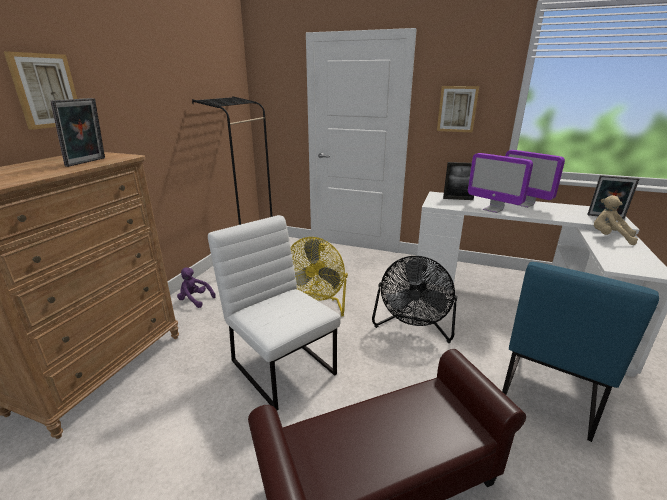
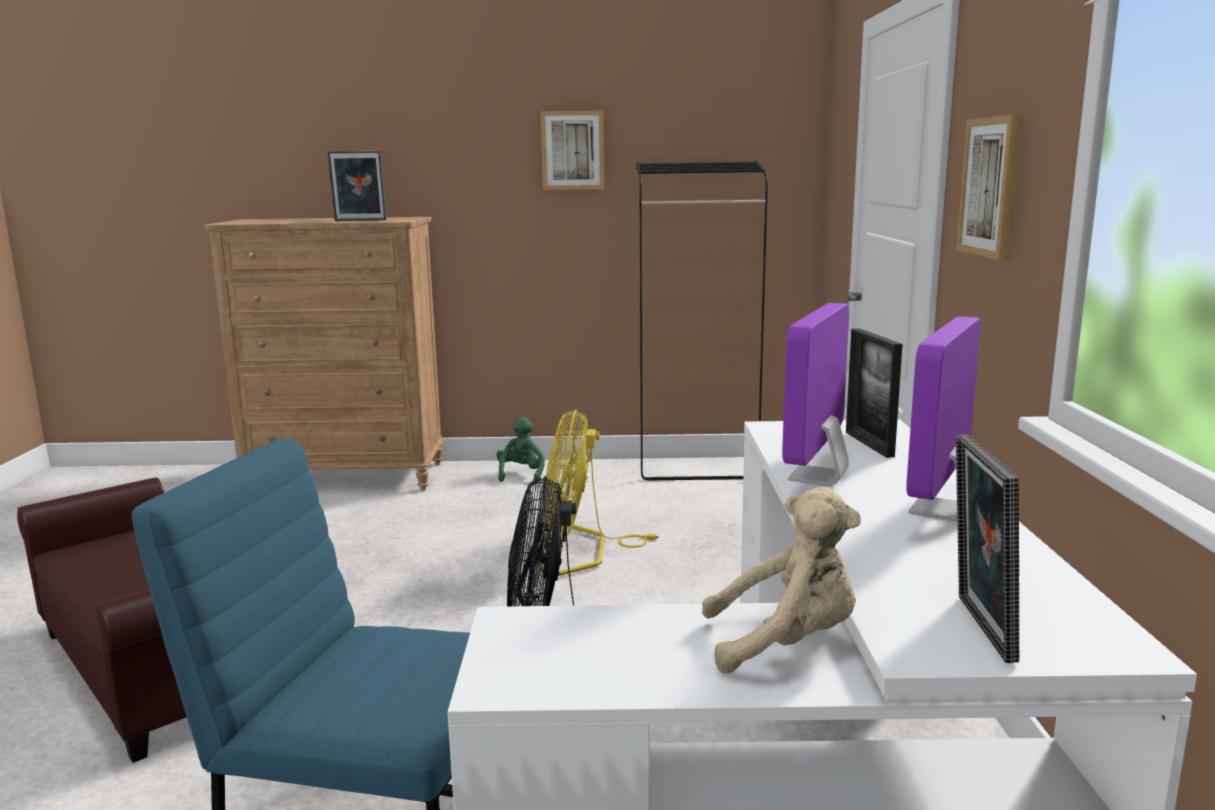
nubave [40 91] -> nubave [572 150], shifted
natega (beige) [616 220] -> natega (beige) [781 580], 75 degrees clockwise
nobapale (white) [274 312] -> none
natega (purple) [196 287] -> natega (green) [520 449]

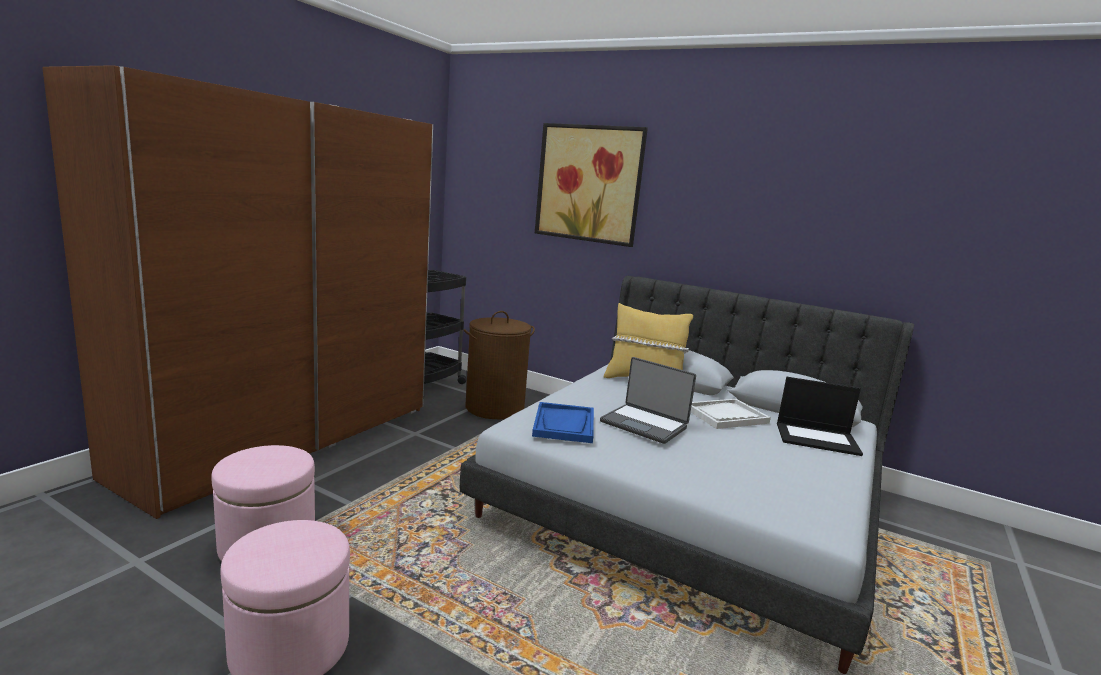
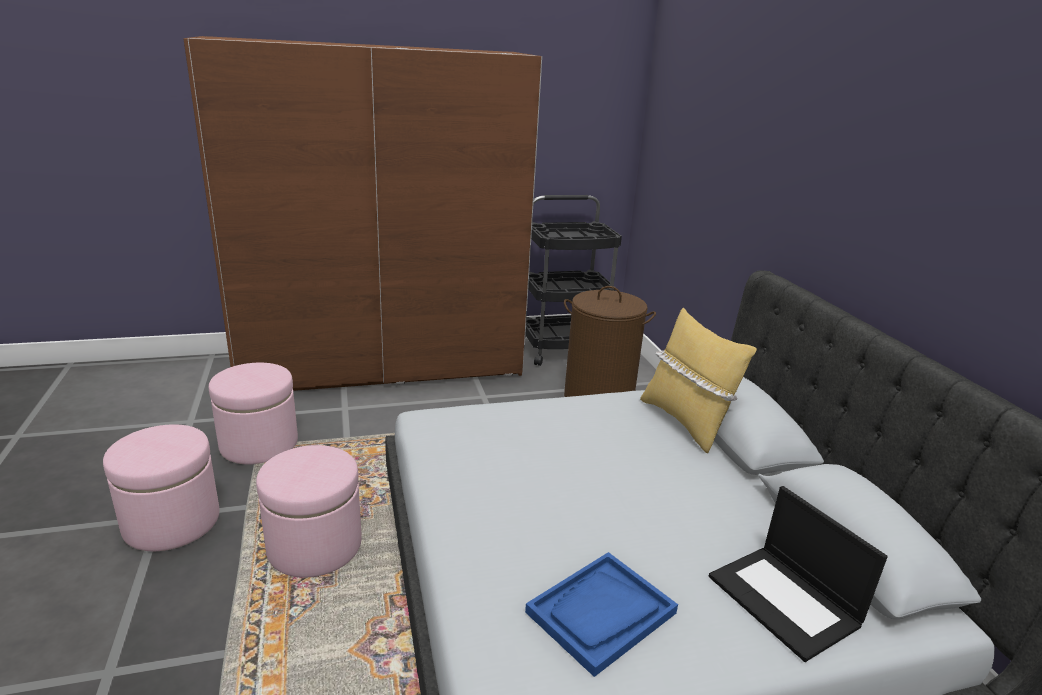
nubave [591 185] -> none
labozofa [648 400] -> none
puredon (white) [731 414] -> none
puredon (blue) [563 422] -> puredon (blue) [601 614], shifted
none -> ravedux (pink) [309 511]

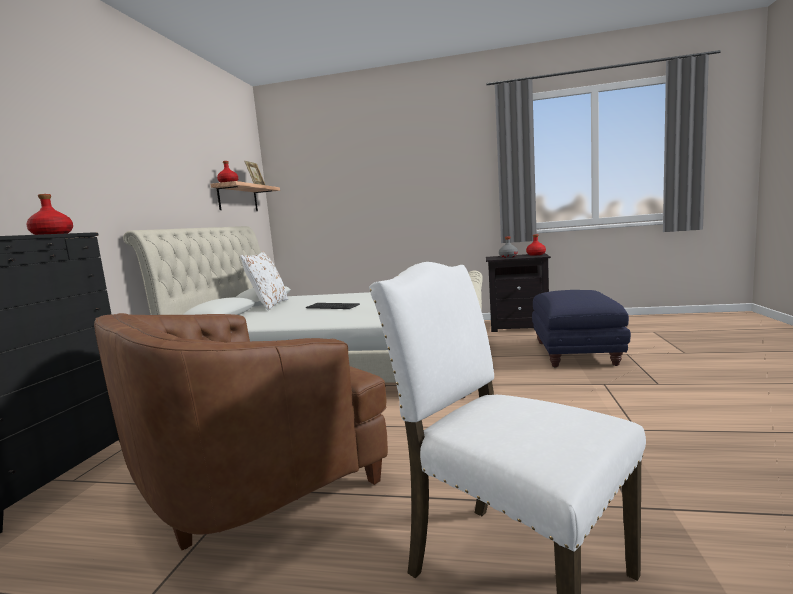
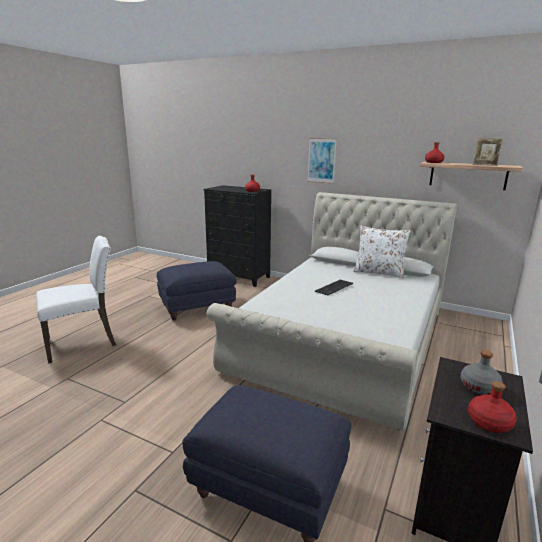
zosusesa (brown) [241 431] -> ravedux (blue) [196 290]
none -> nubave [322 161]

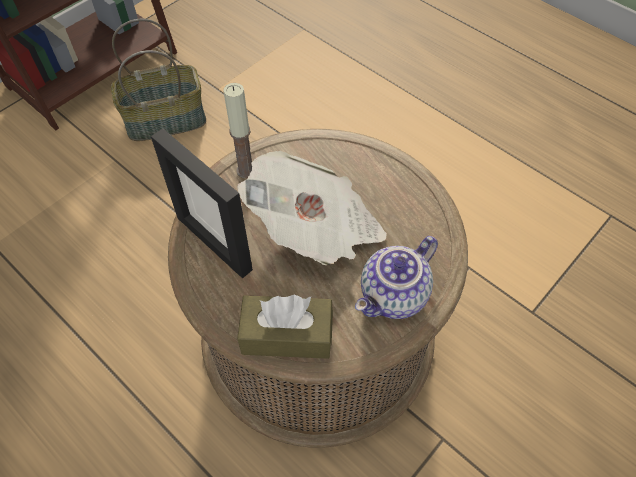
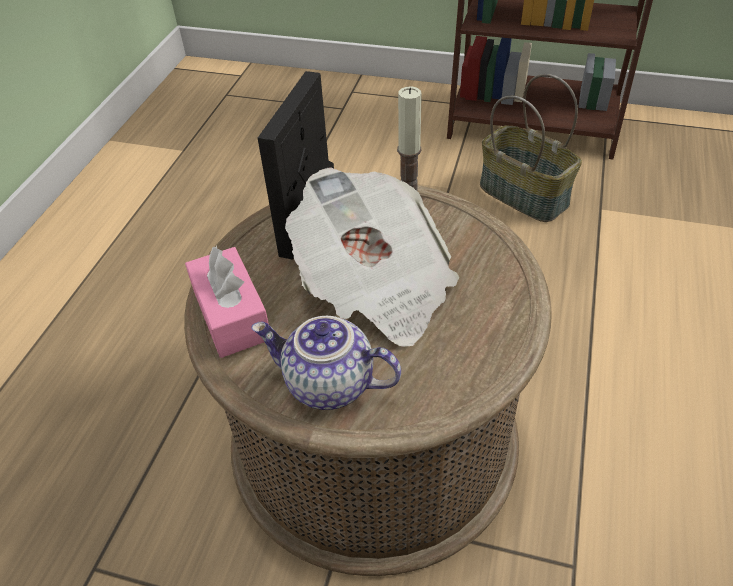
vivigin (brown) [285 327] -> vivigin (pink) [227 302]

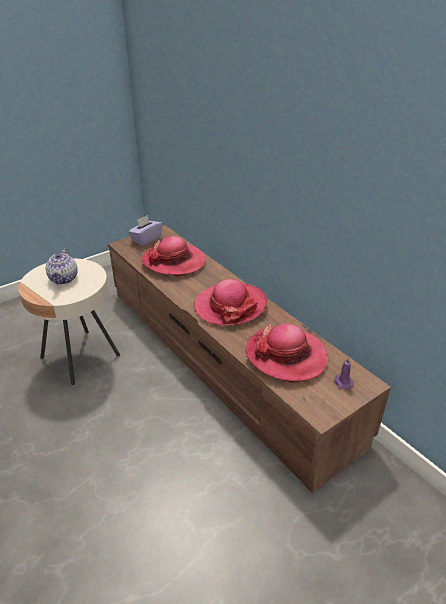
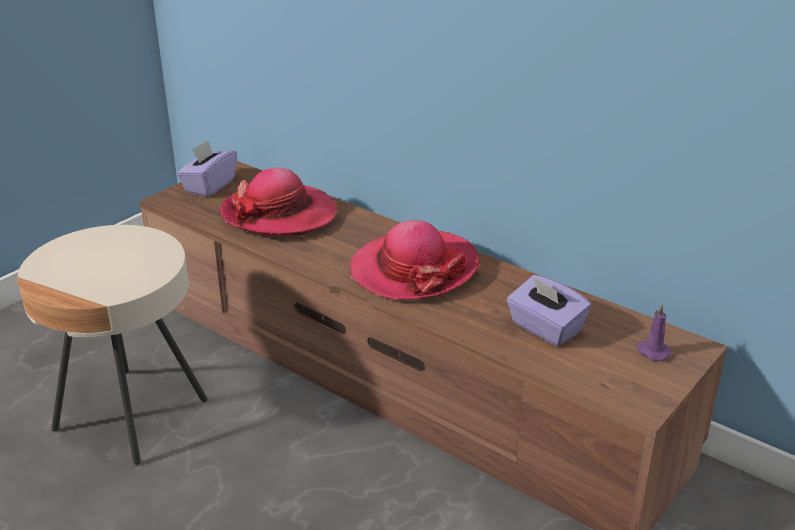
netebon [62 266] -> none
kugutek [287 353] -> vivigin (purple) [549 310]

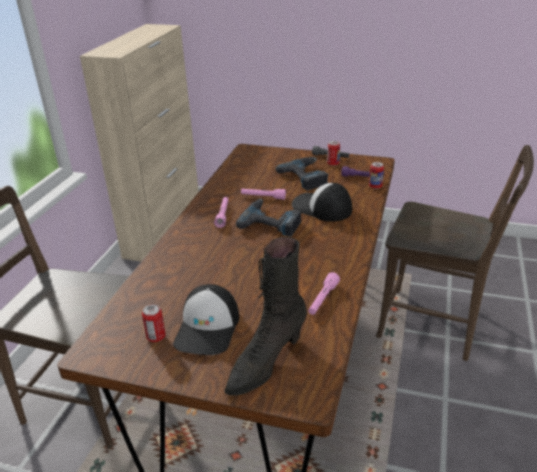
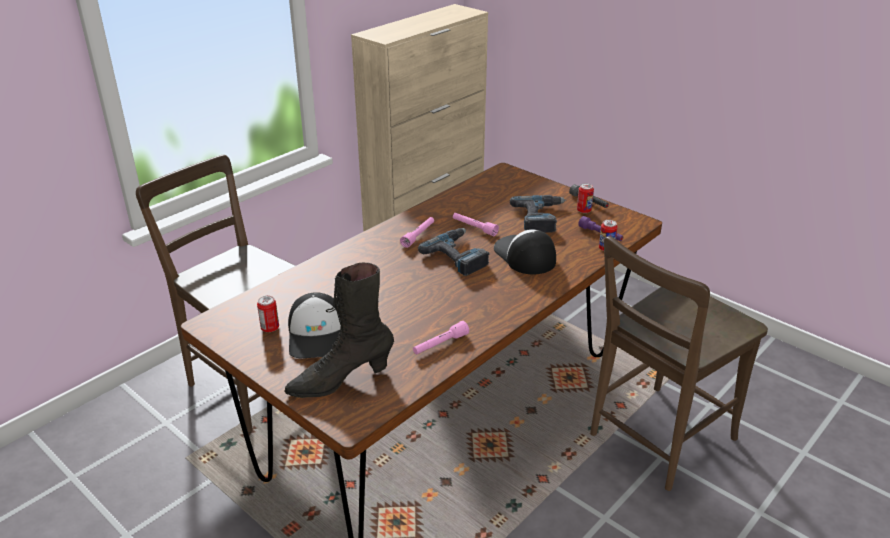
nobapale (brown) [455 253] -> nobapale (brown) [679 363], 90 degrees clockwise
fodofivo [206 319] -> fodofivo [314 325], 45 degrees counterclockwise

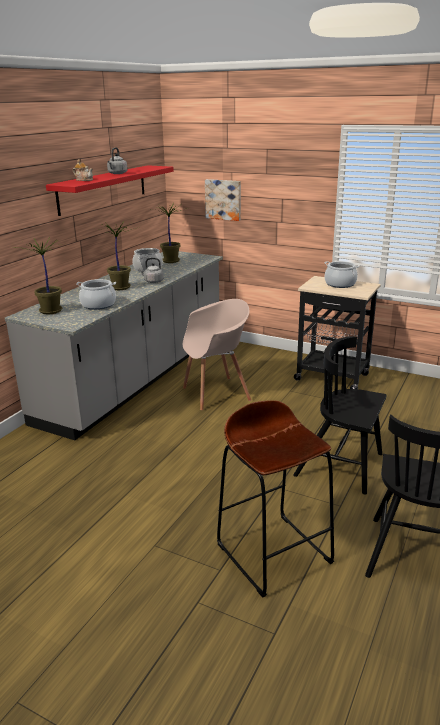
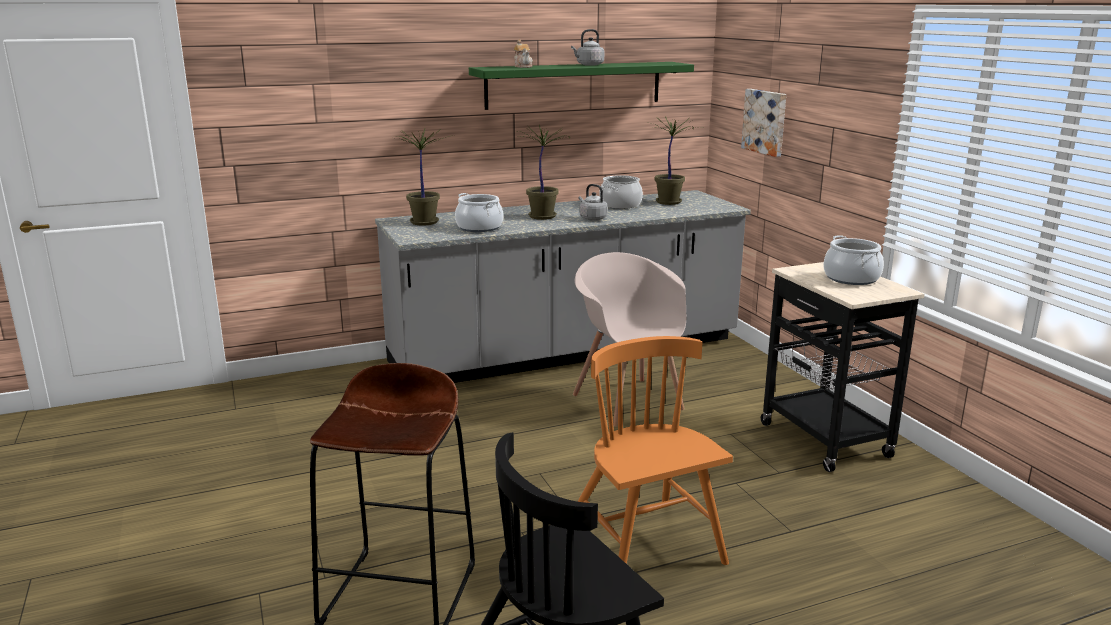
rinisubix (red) [110 190] -> rinisubix (green) [581 86]
nobapale (beige) [217 354] -> nobapale (beige) [629 339], 135 degrees counterclockwise
nobapale (black) [340 415] -> nobapale (orange) [655 450]

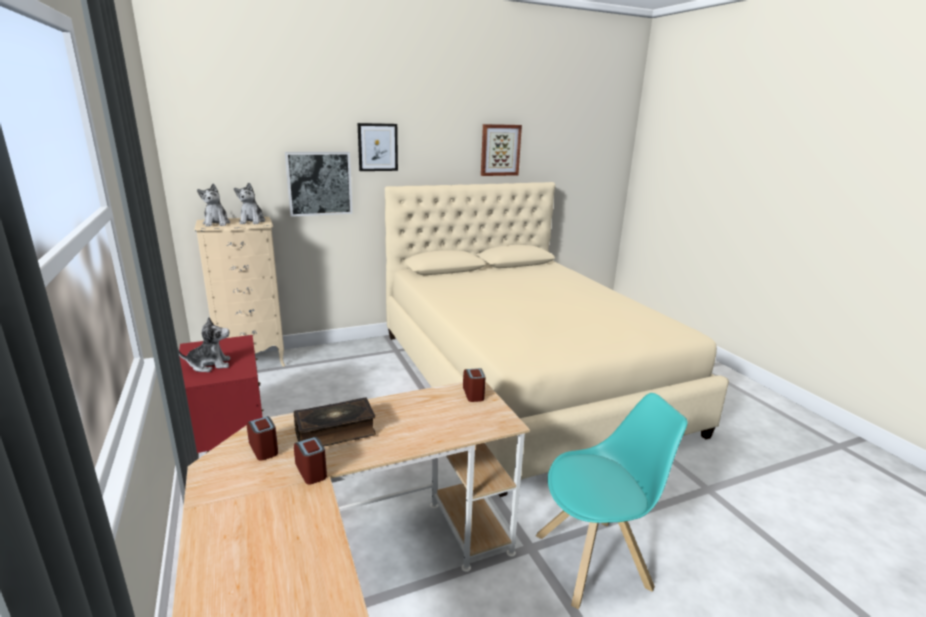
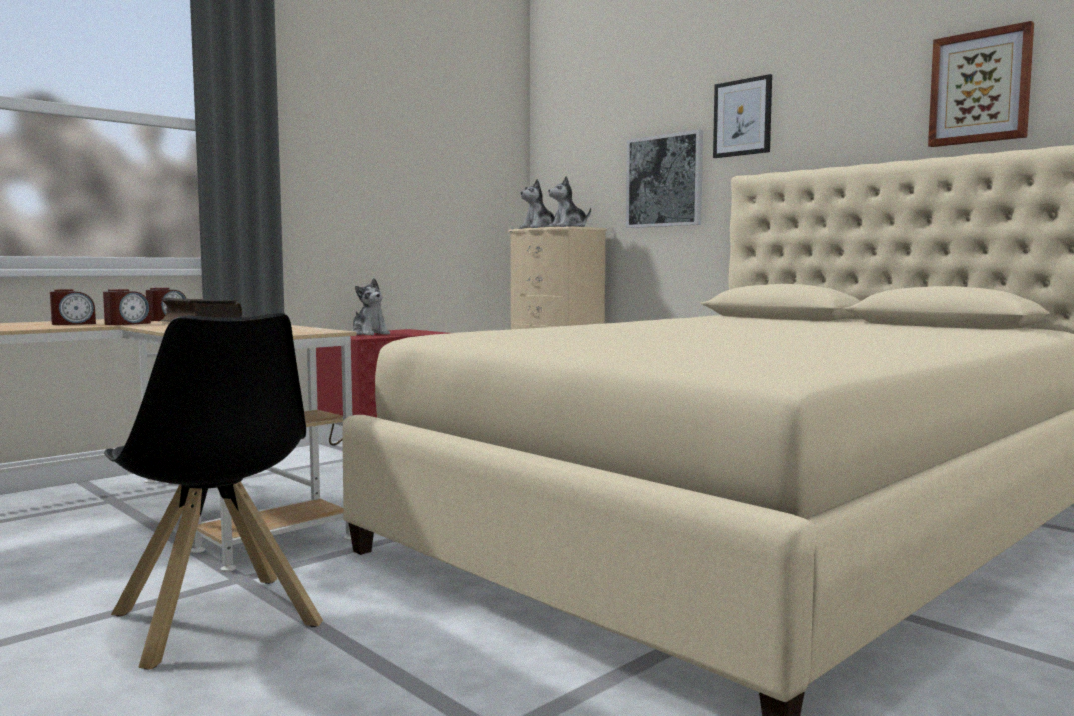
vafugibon [474 385] -> vafugibon [73 307], shifted
nobapale (turquoise) [612 501] -> nobapale (black) [213 491]

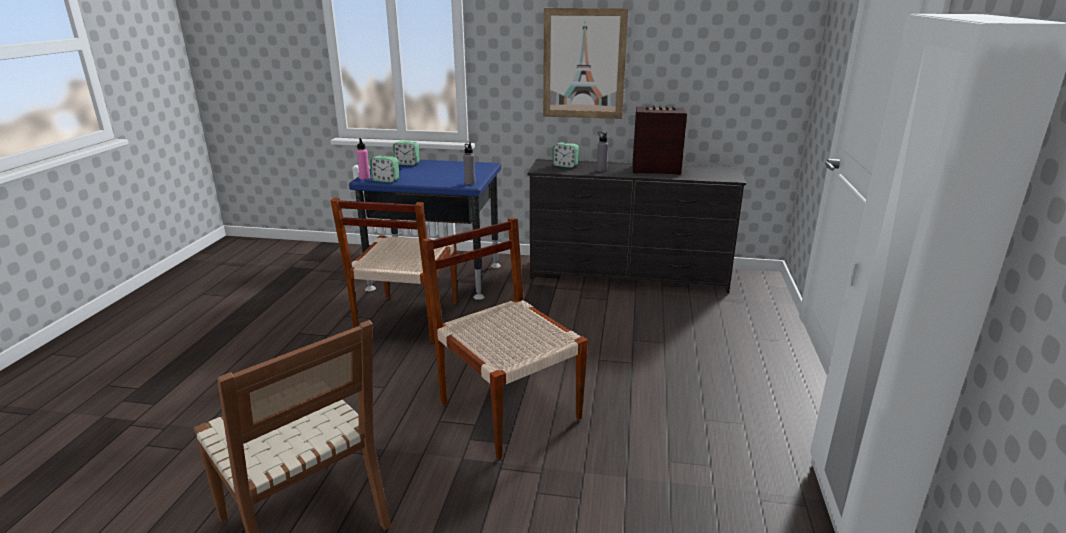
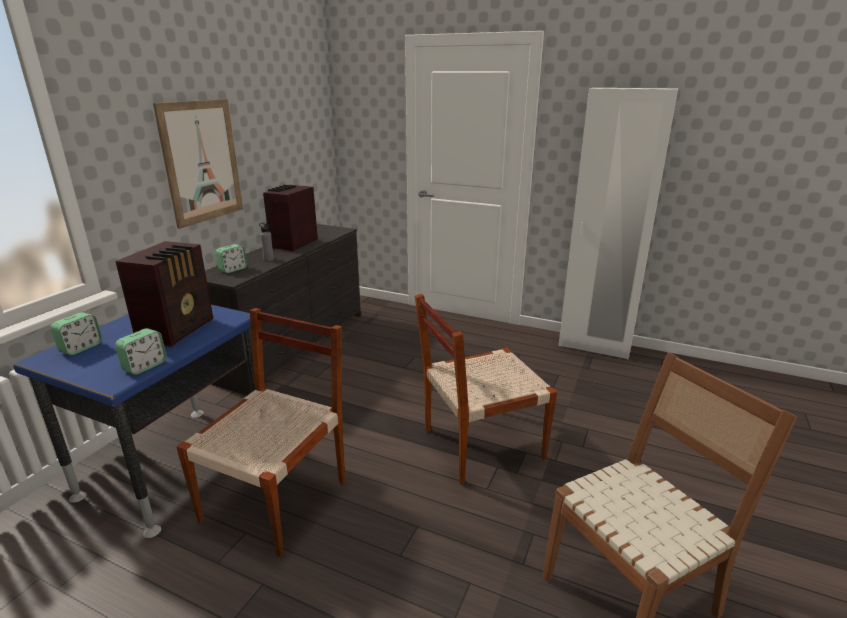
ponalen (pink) [363 159] -> none
ponalen (grey) [469 164] -> none
nobapale [394 270] -> nobapale [260 432], 90 degrees counterclockwise
none -> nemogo [164 294]

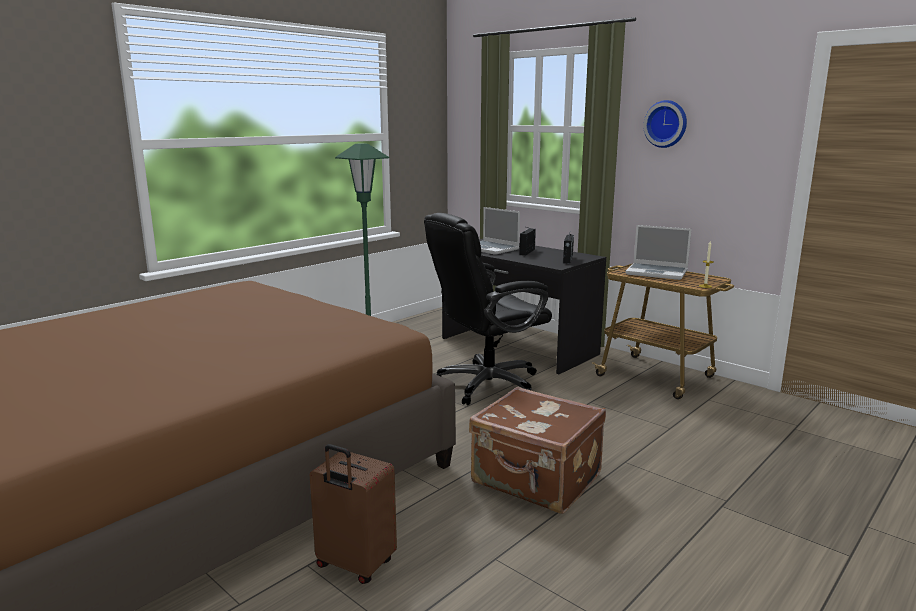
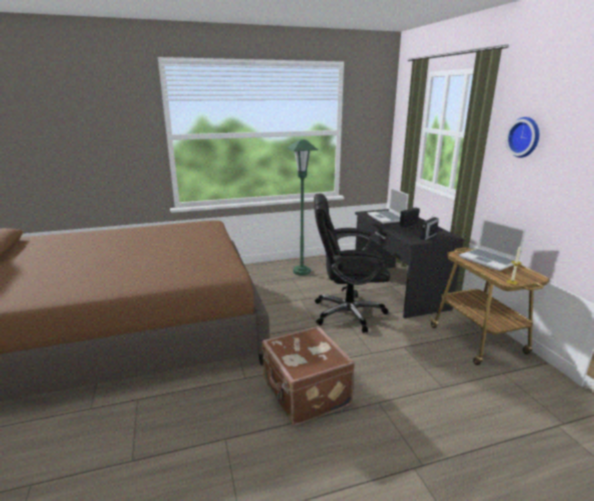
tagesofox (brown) [353 514] -> none

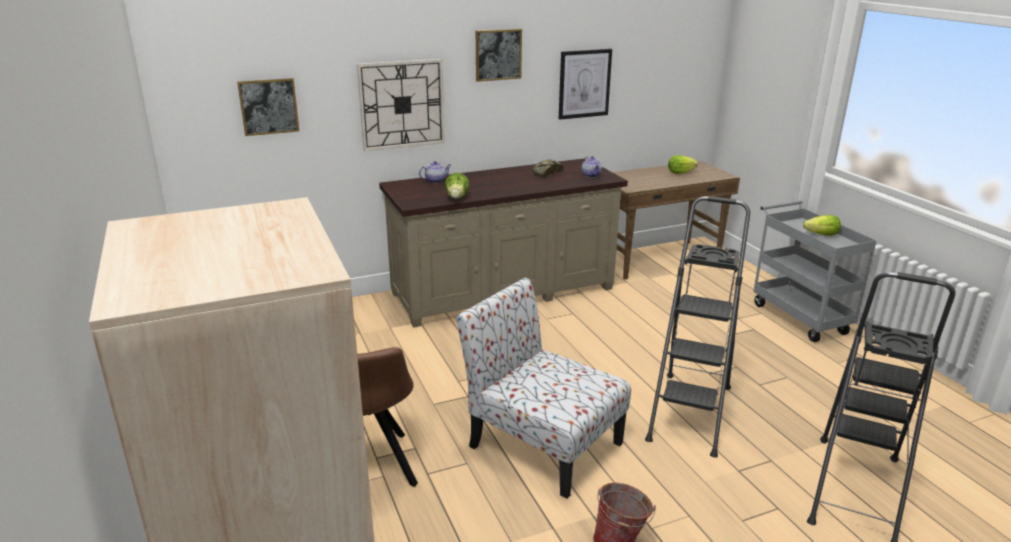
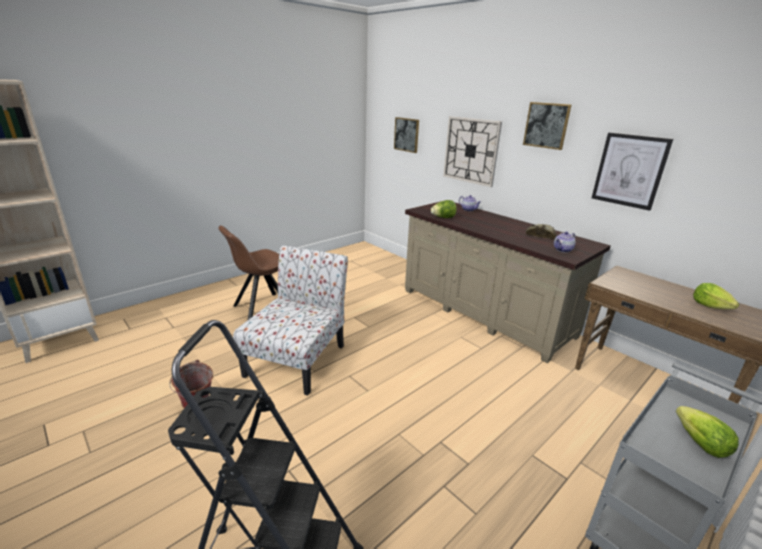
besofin [697 327] -> none

